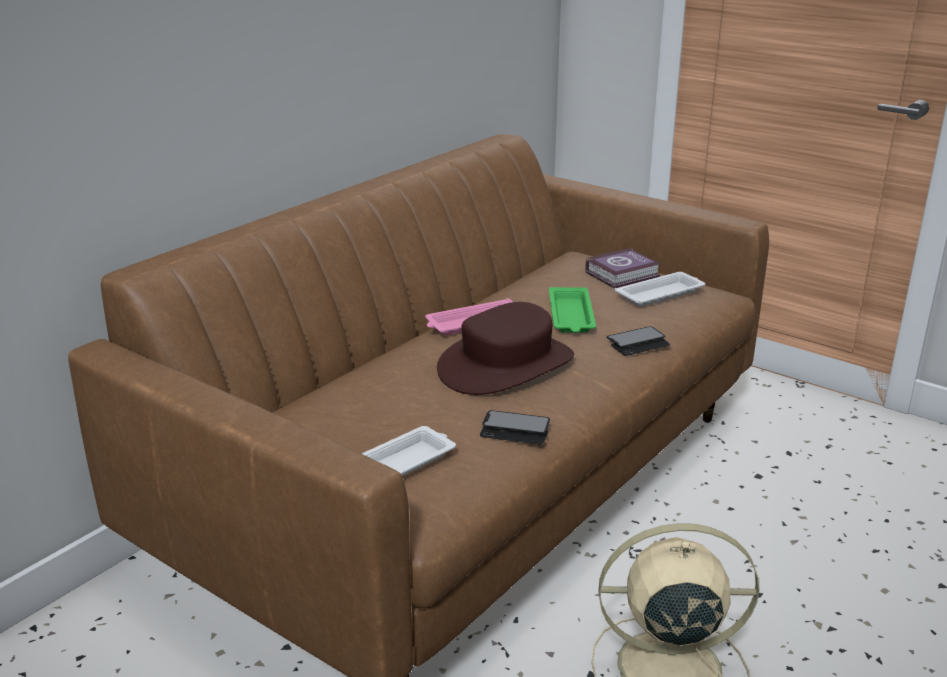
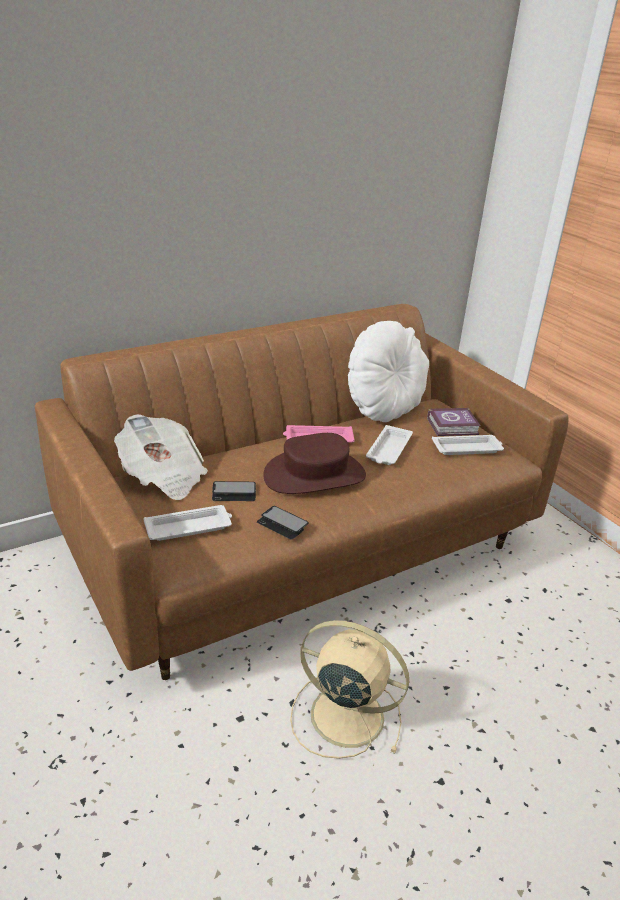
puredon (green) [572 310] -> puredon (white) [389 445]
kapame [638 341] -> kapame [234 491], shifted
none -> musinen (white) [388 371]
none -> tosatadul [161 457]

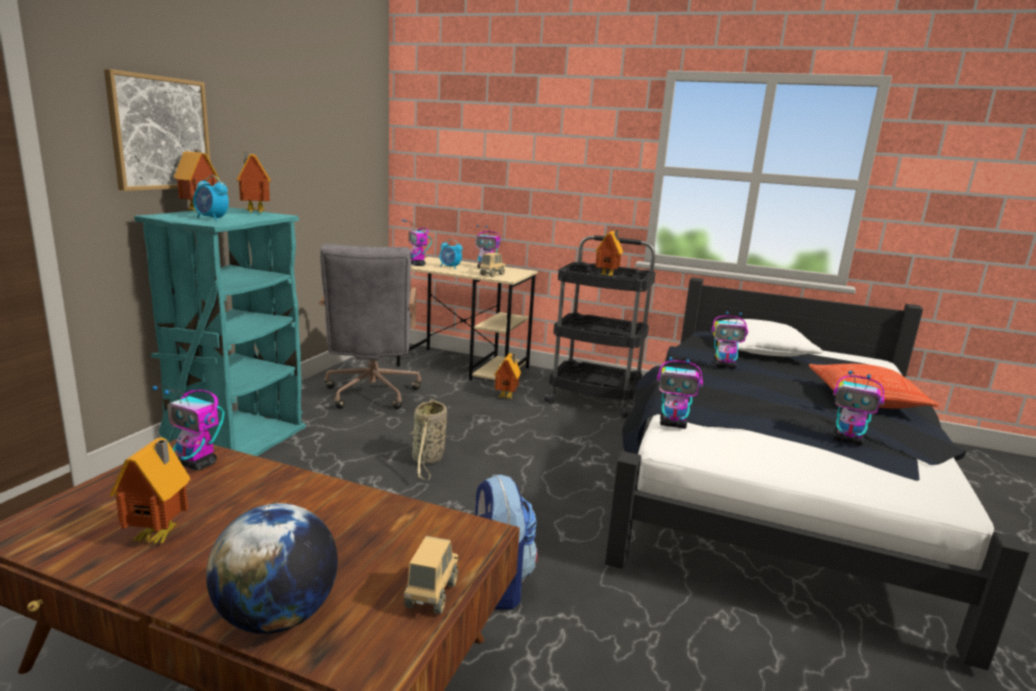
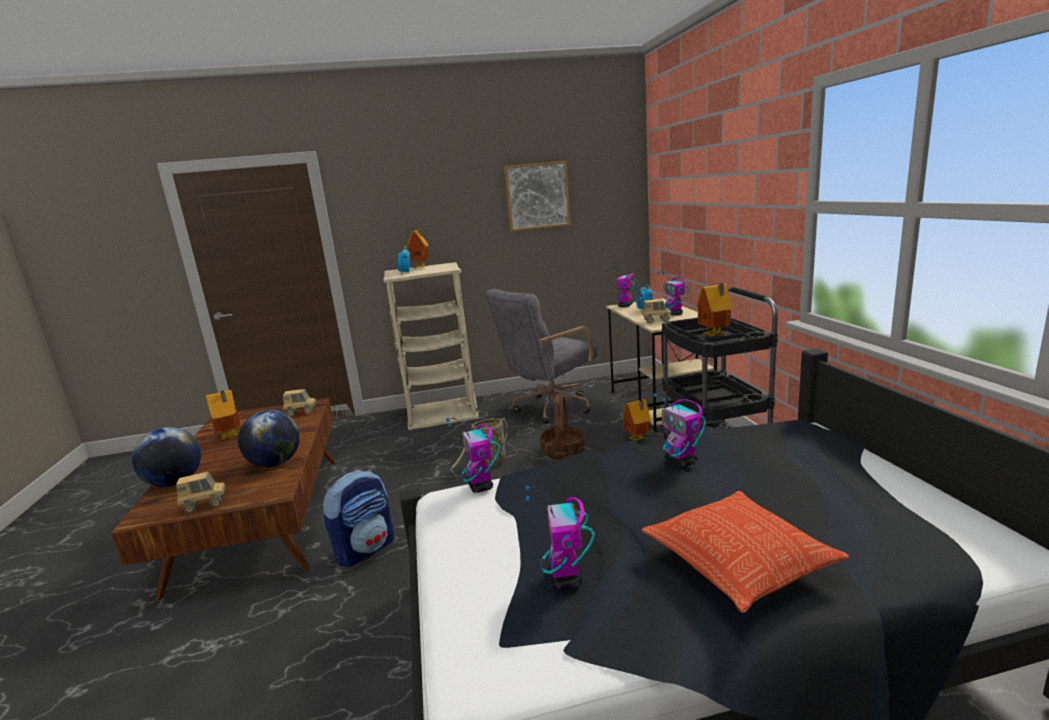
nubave [157 130] -> nubave [537 196], shifted
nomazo [253 182] -> none
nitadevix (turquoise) [220 331] -> nitadevix (beige) [431 346]
musinen (white) [772 337] -> none
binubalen [188 428] -> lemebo [299 402]
none -> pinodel [563 427]
none -> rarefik [269 438]

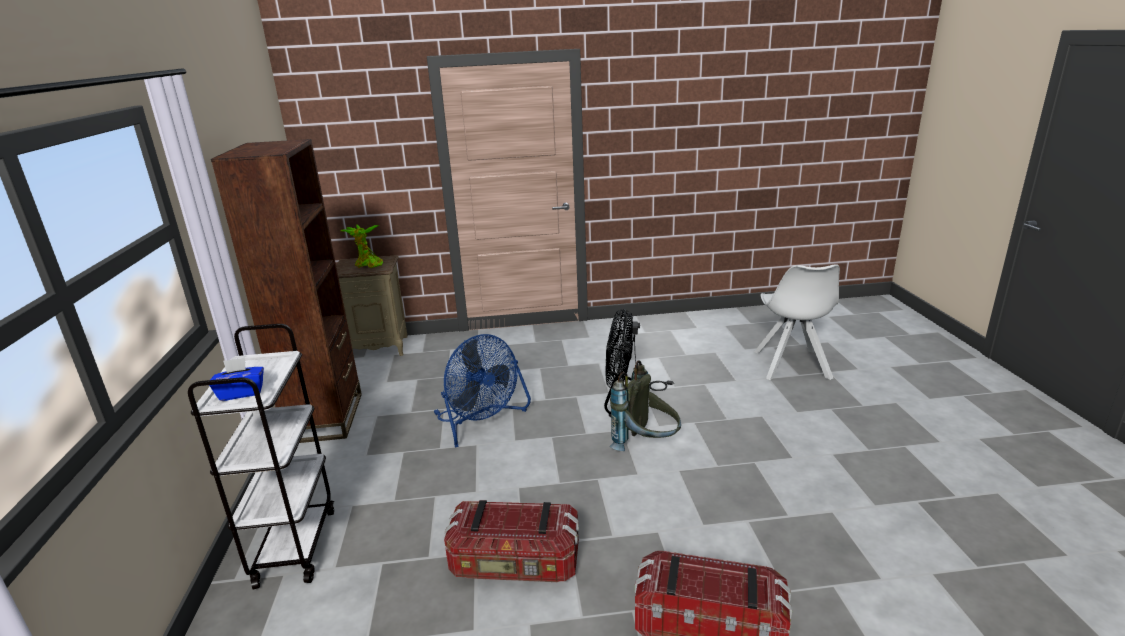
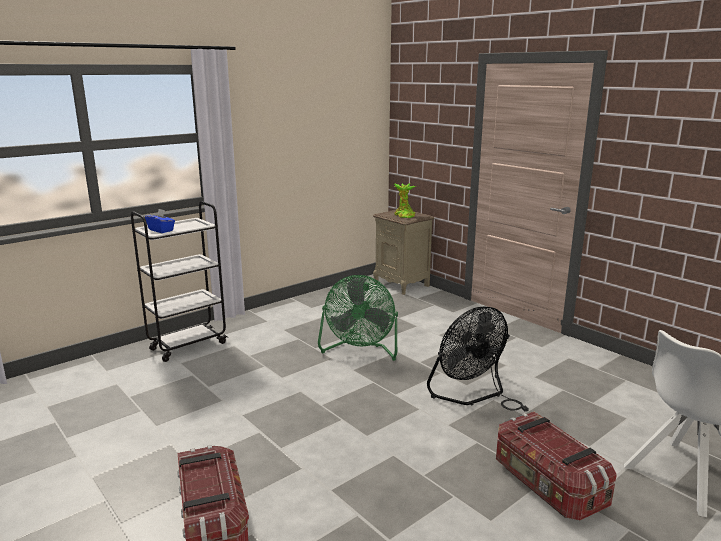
nitadevix (brown) [286 291] -> none
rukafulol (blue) [482 390] -> rukafulol (green) [358 318]
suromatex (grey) [645 405] -> none
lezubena [511 541] -> lezubena [556 466], shifted

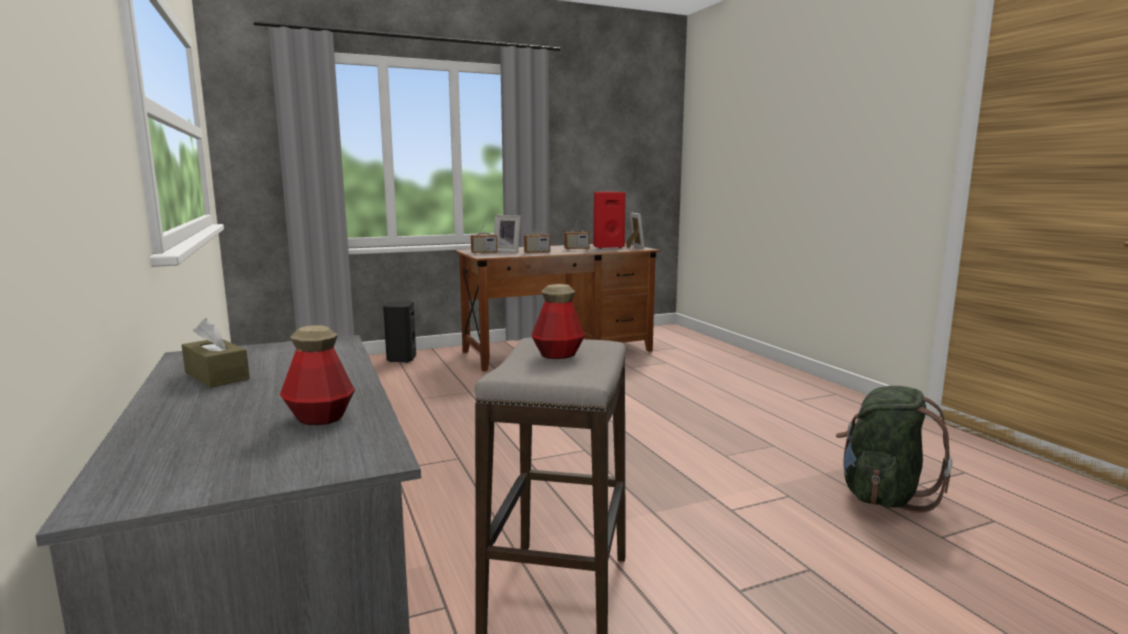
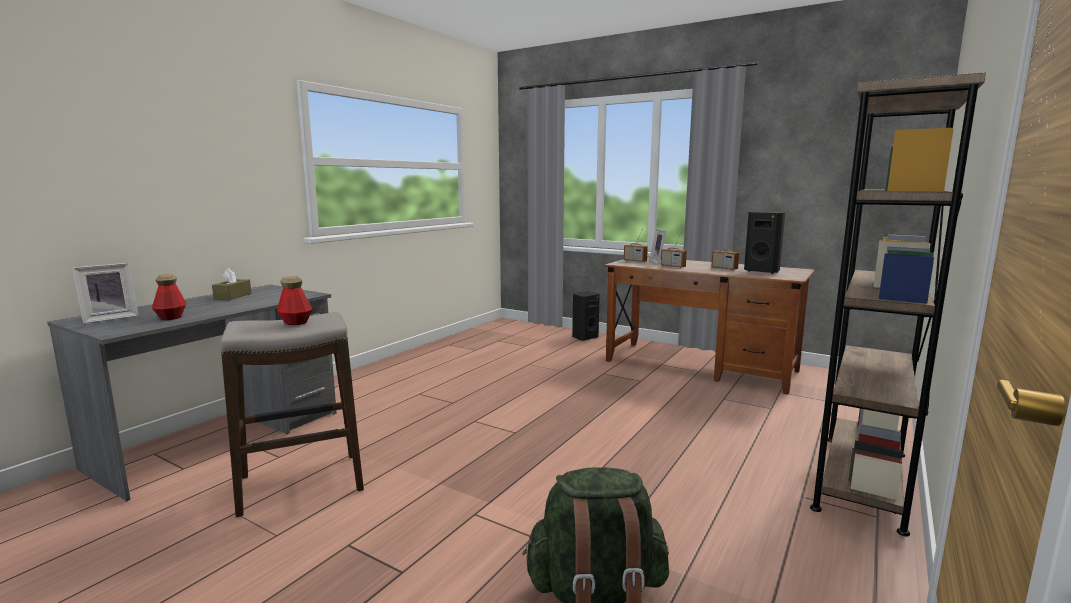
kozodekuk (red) [609 220] -> kozodekuk (black) [764 242]
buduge [635 230] -> buduge [105 293], shifted
none -> nitadevix (brown) [898 304]

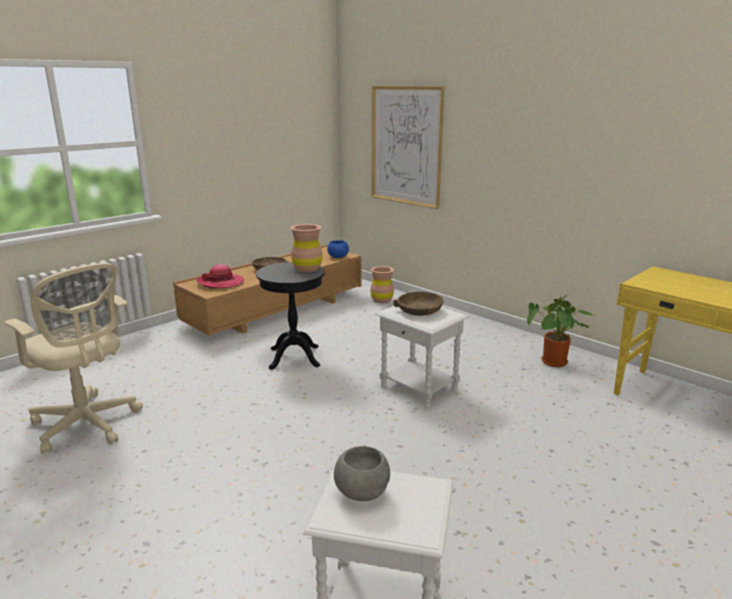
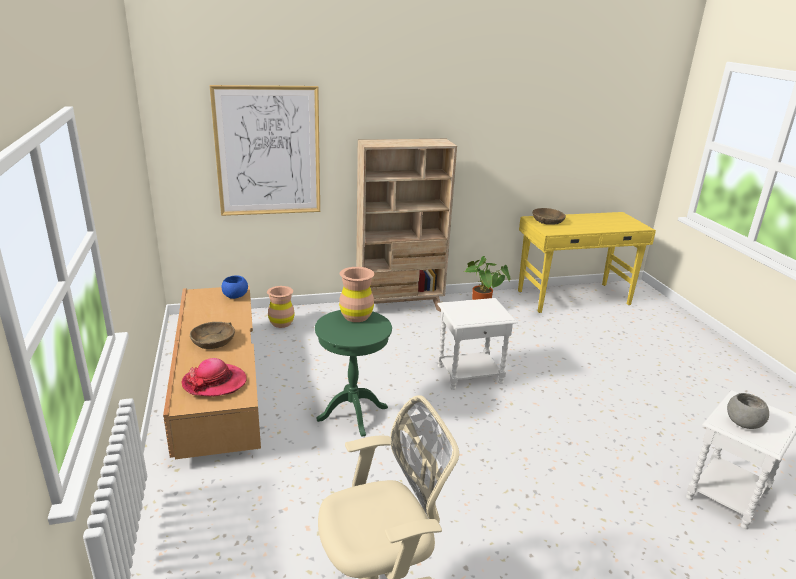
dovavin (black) [290 316] -> dovavin (green) [353 373]
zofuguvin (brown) [418 304] -> zofuguvin (brown) [549 216], shifted
none -> nitadevix (beige) [406 225]

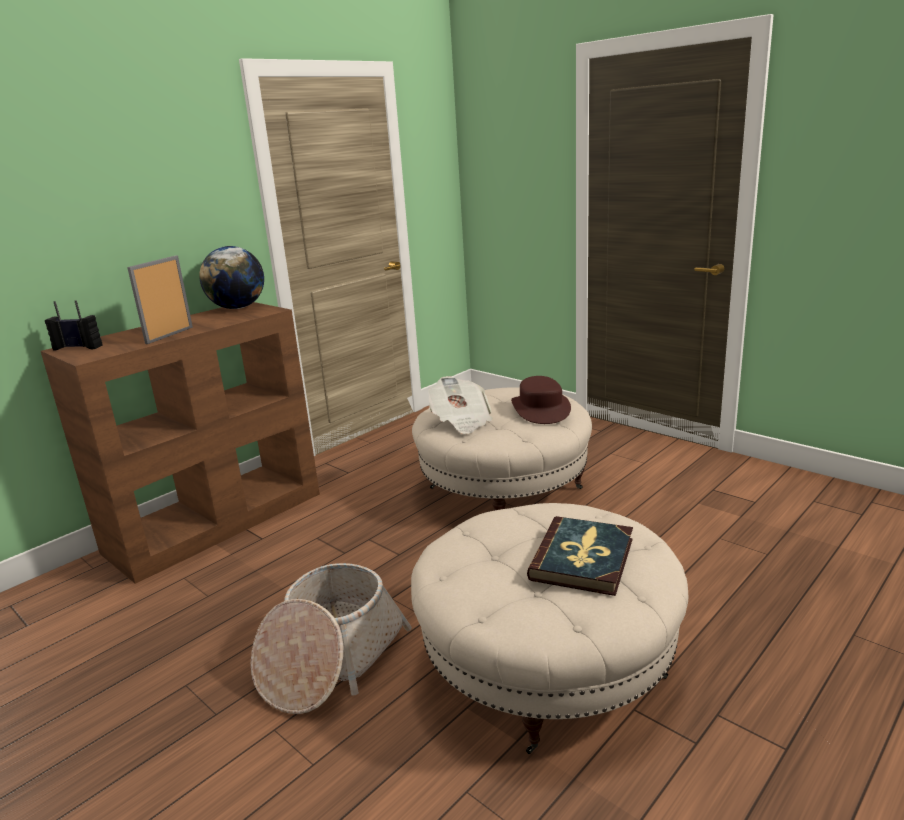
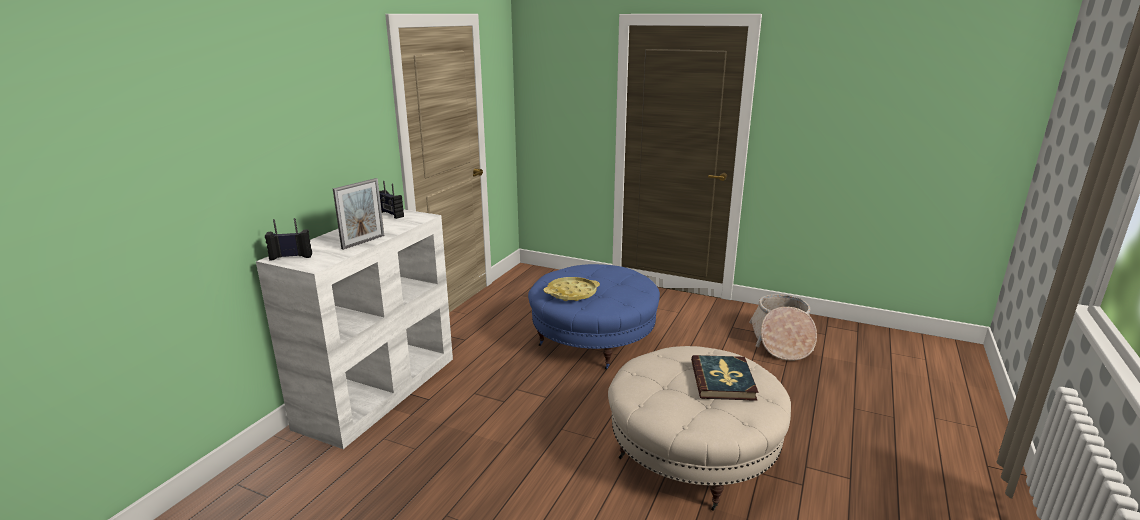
rarefik [231 277] -> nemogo [391 200]
buduge [160 300] -> buduge [358 214], 150 degrees counterclockwise
nitadevix (brown) [180 443] -> nitadevix (white) [354 329]
tosatadul [460 405] -> puredon (yellow) [571 289]
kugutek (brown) [541 400] -> none
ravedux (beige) [502 448] -> ravedux (blue) [594 317]
pinodel [331 638] -> pinodel [783 327], shifted

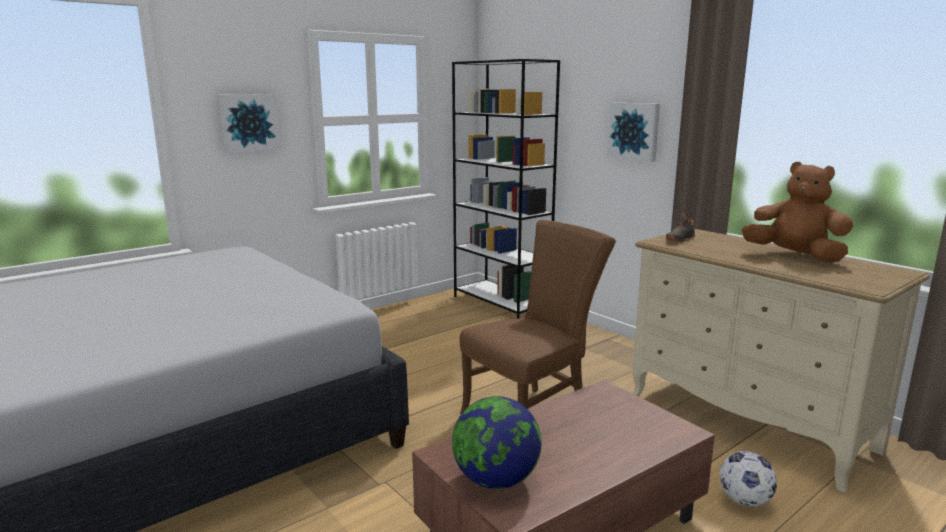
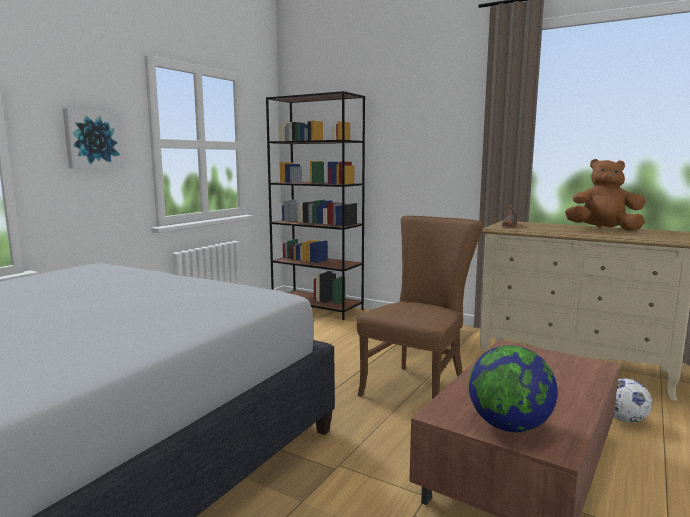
nitadevix (white) [506 189] -> nitadevix (brown) [315 205]
nubave [633 132] -> none

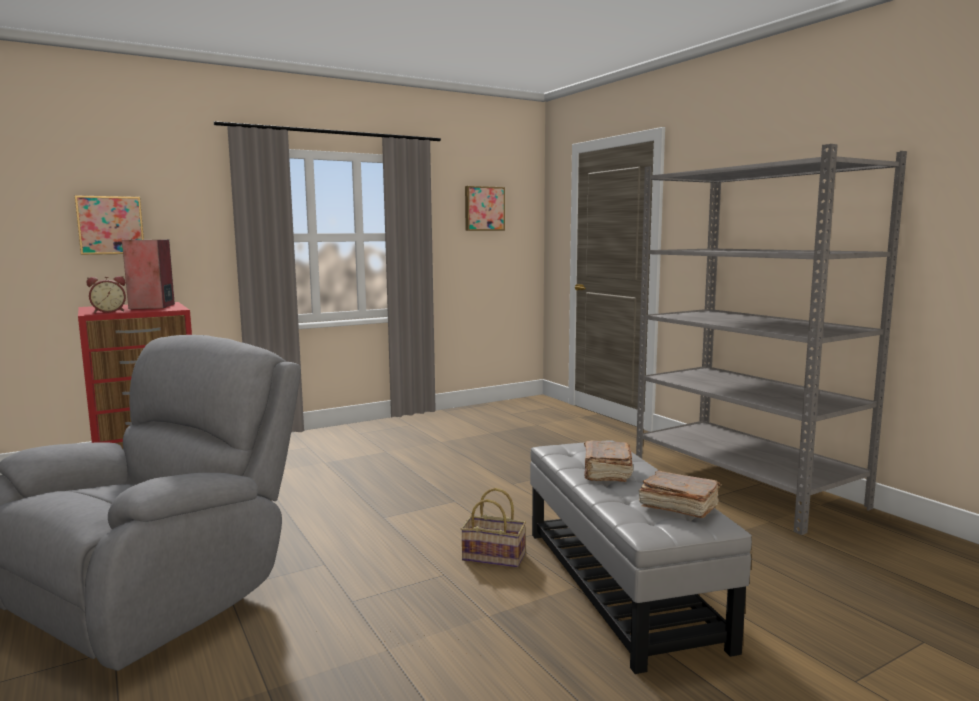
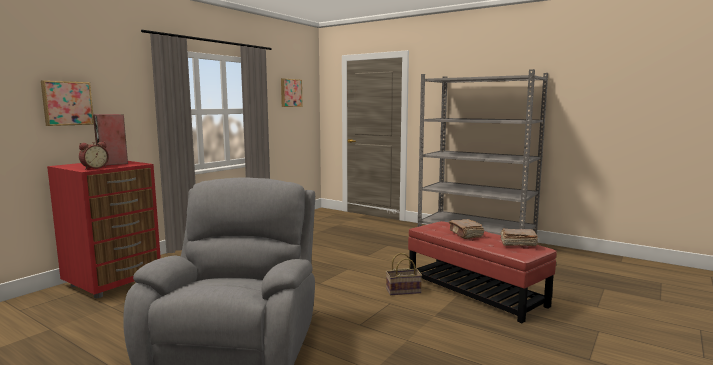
ravedux (grey) [641 557] -> ravedux (red) [482 272]

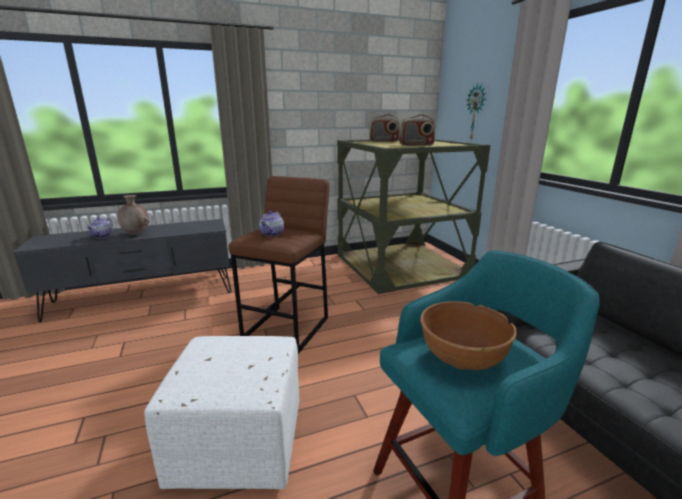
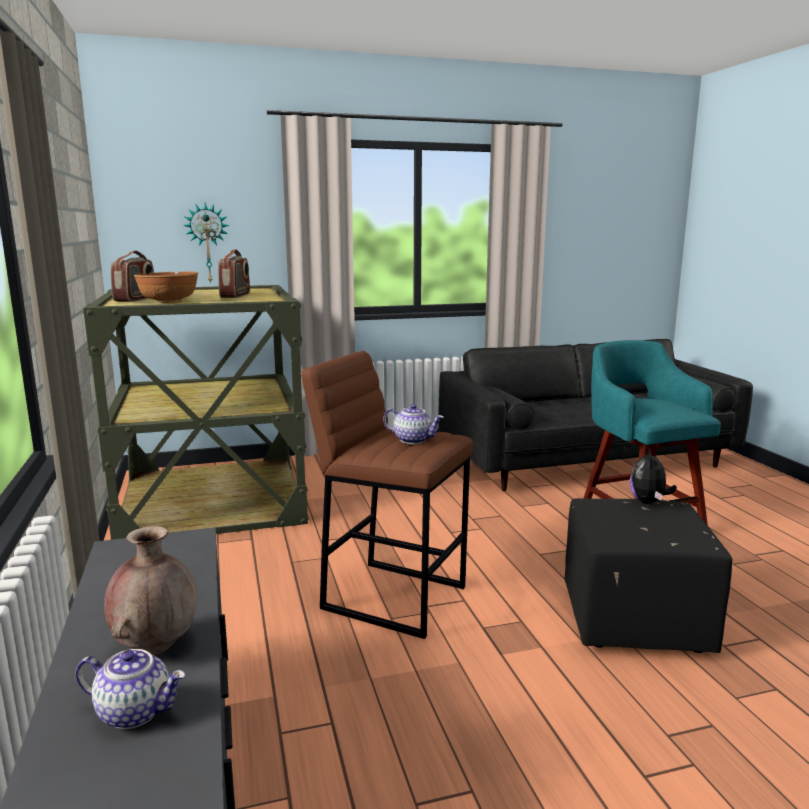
zofuguvin (brown) [468 335] -> zofuguvin (brown) [166 287], shifted
ravedux (white) [221 412] -> ravedux (black) [648 575]
none -> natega [653 476]

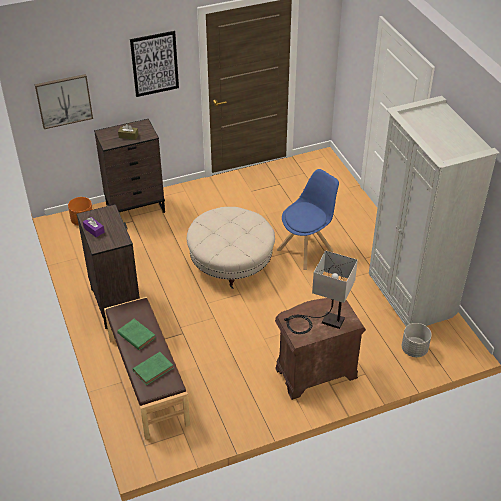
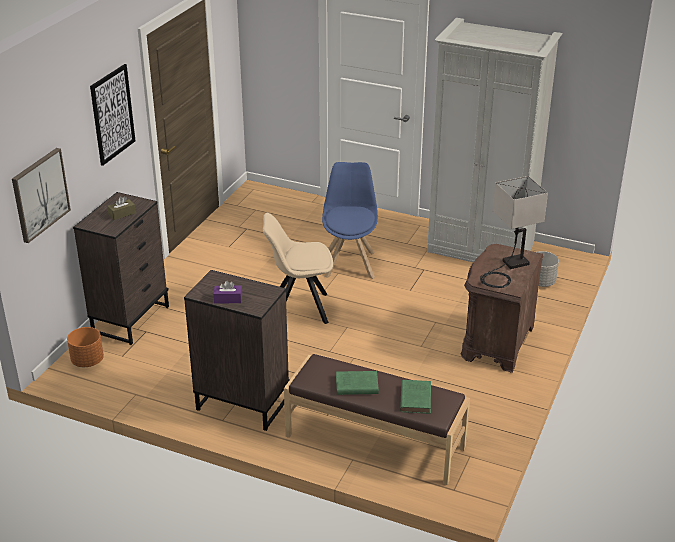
ravedux (beige) [231 248] -> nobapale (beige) [298 268]

